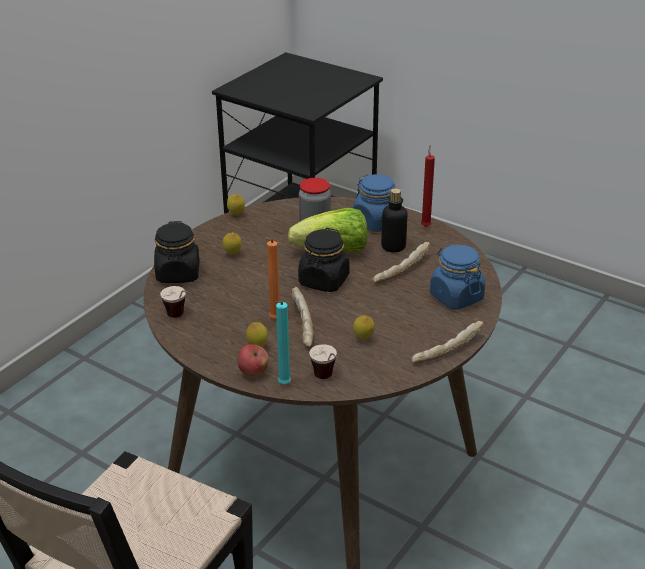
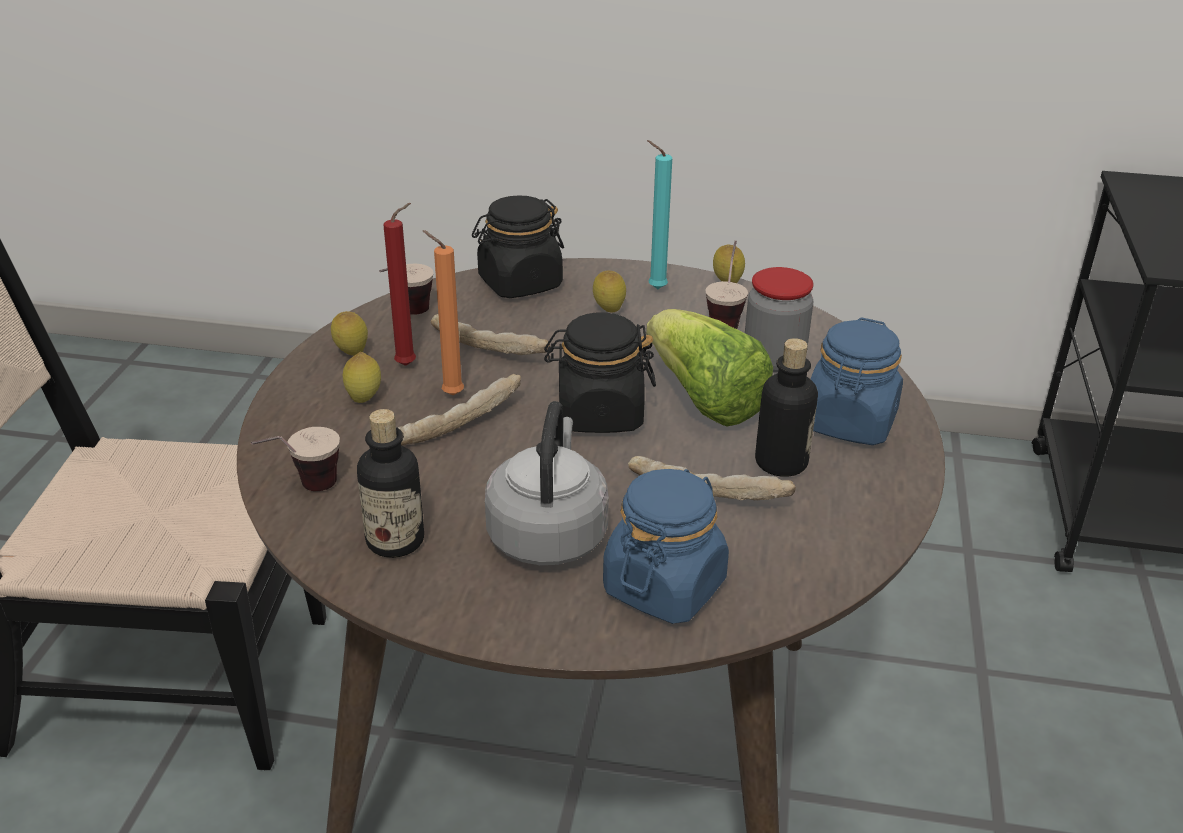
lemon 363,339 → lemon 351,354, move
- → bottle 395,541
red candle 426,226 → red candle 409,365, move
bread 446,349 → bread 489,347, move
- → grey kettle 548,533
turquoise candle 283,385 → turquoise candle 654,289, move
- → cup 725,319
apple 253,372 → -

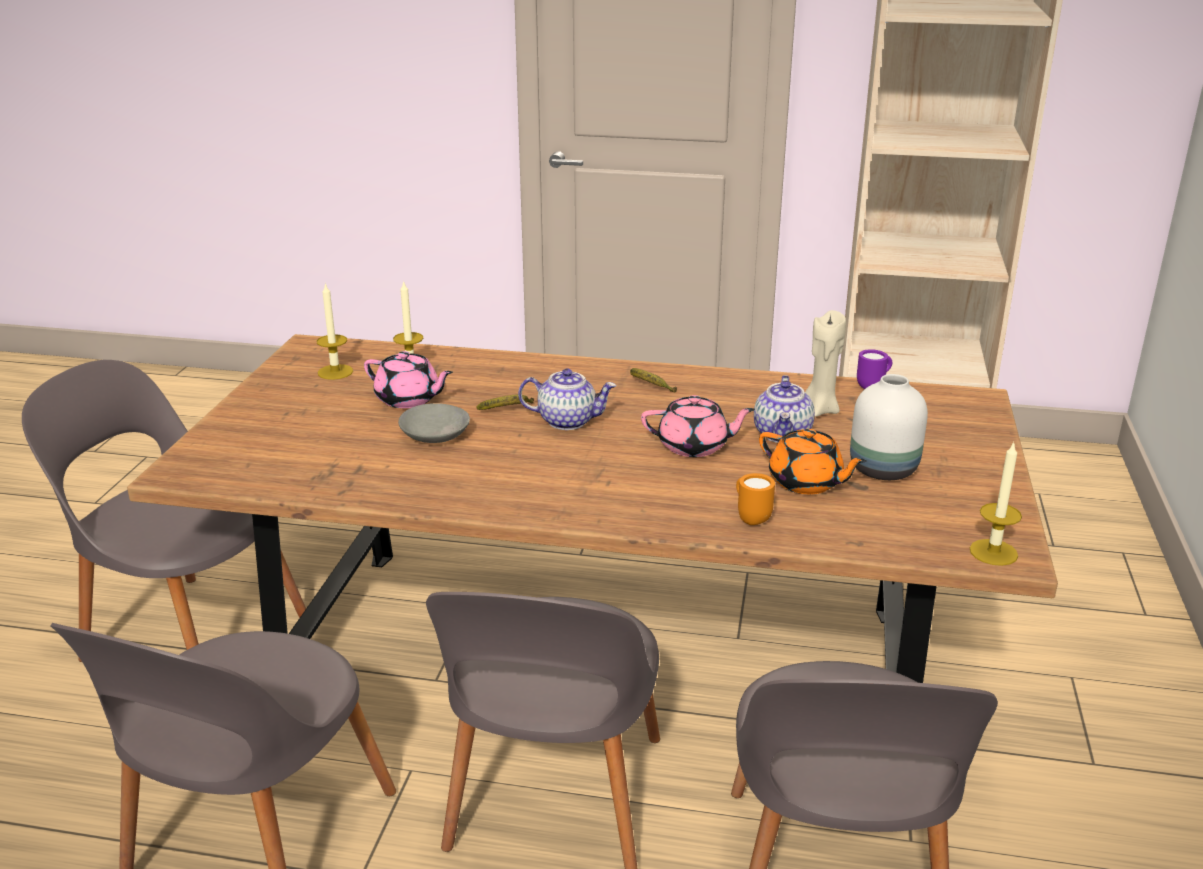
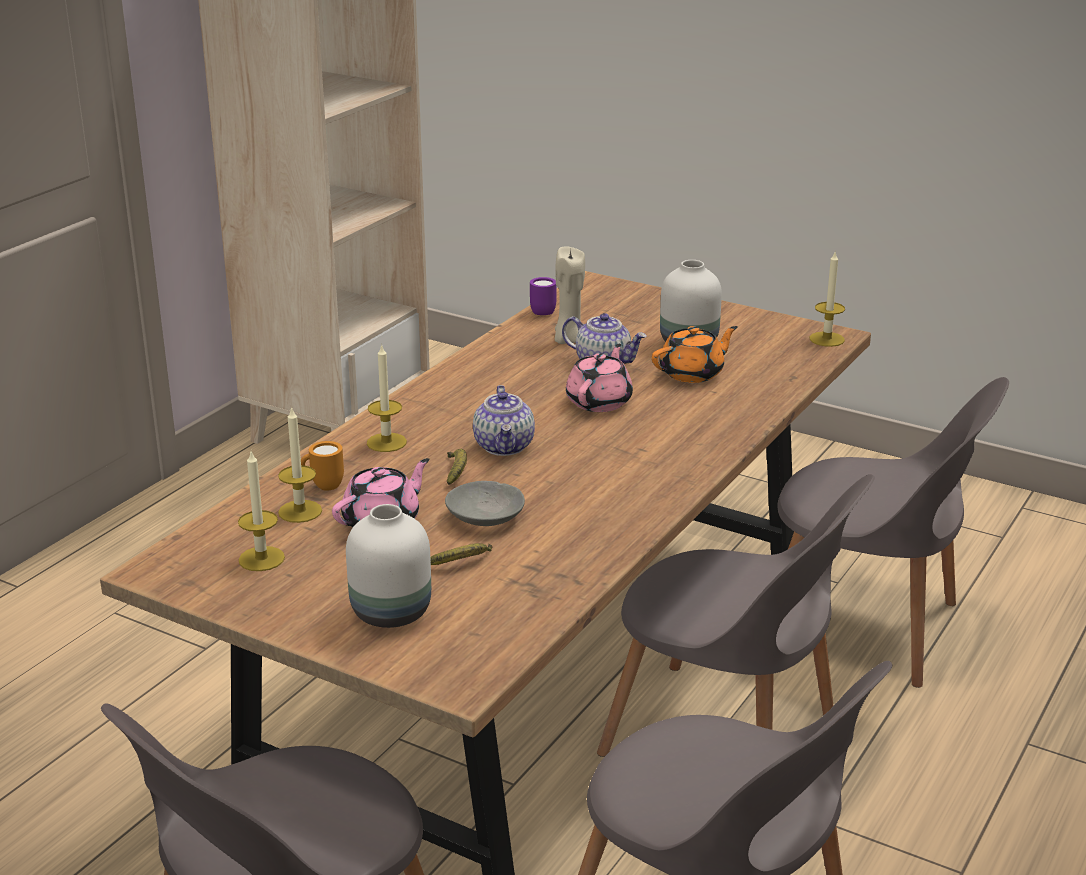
orange mug 750,518 → orange mug 323,486, move
- → white vase 393,612
- → candle 386,442
banana 650,386 → banana 463,563, move
teapot 568,421 → teapot 505,446, 150 degrees clockwise

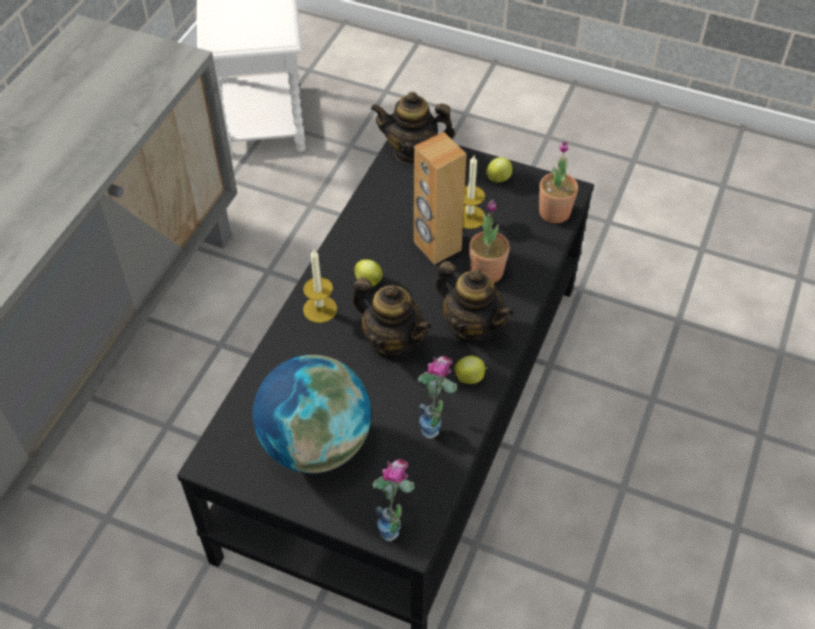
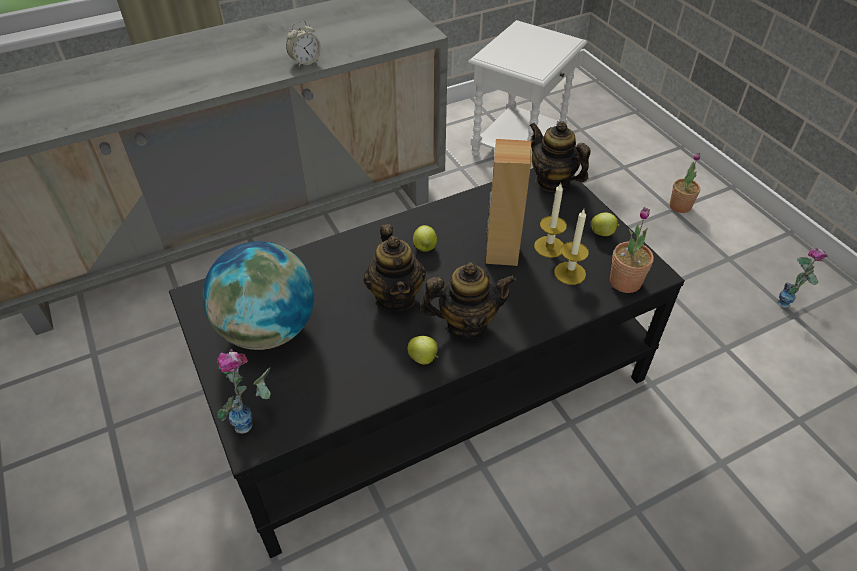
- → alarm clock 305,62
teapot 471,326 → teapot 466,323, 90 degrees counterclockwise
candle 320,309 → candle 570,273, move
potted plant 486,271 → potted plant 680,206, move
vase 436,421 → vase 790,301, move

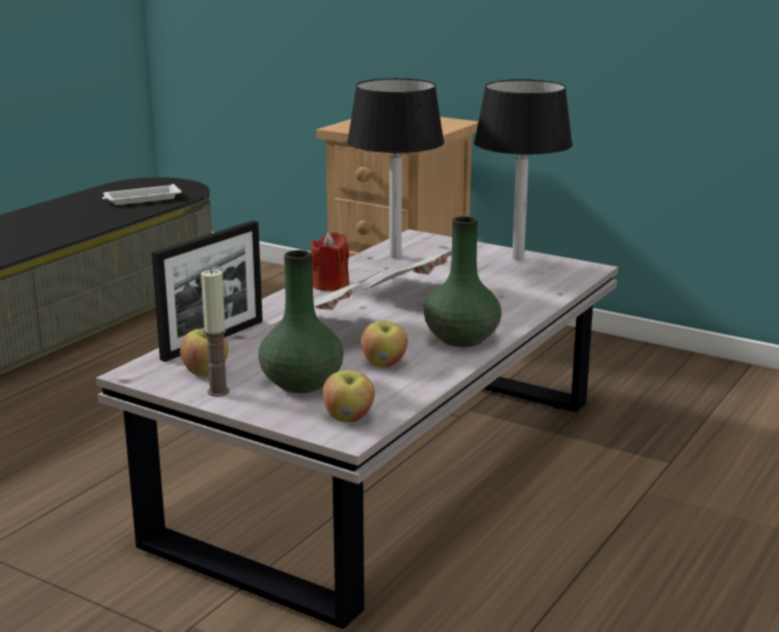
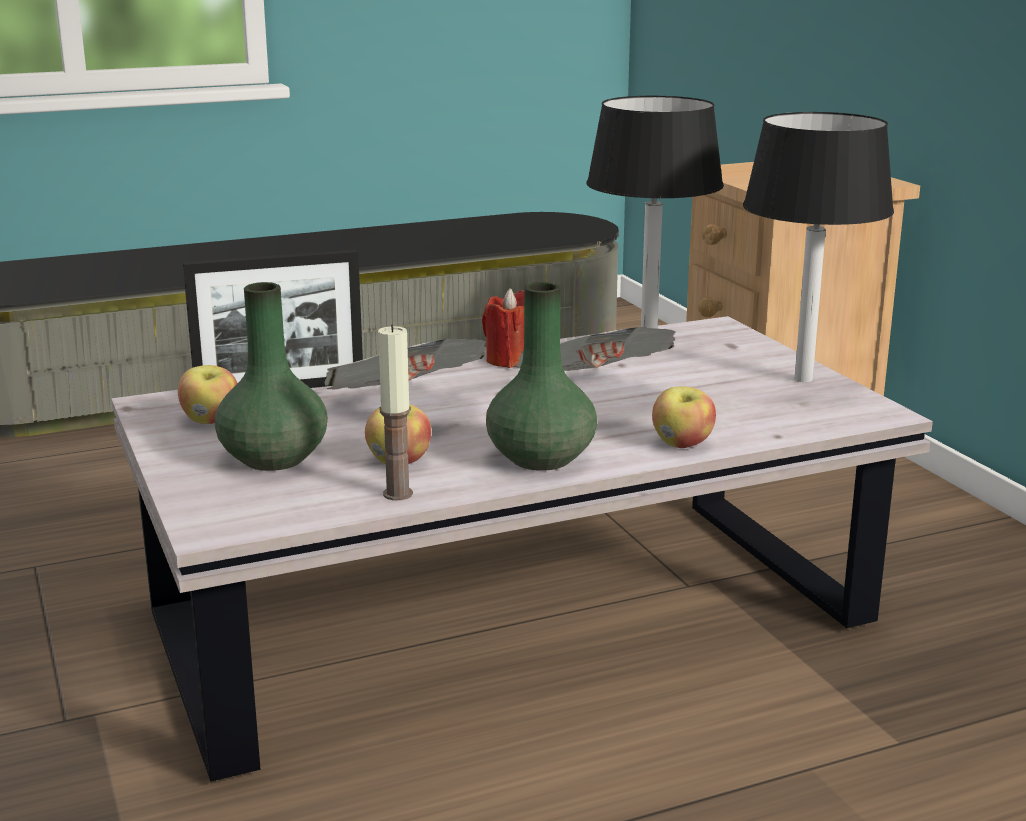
candle 218,391 → candle 397,494, move
apple 349,418 → apple 682,444, move
white tray 141,199 → -

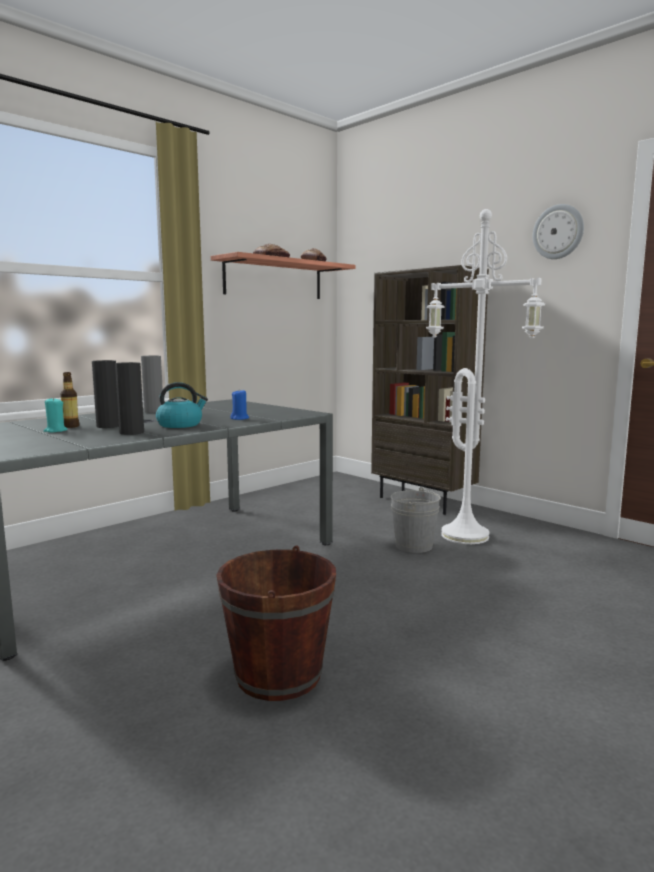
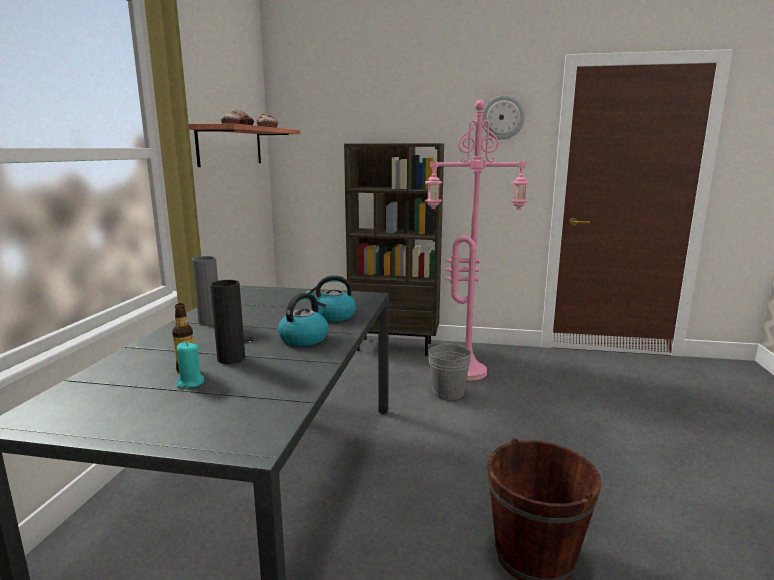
blue candle 240,418 → kettle 333,316
white floor lamp 468,535 → pink floor lamp 468,371
black vase 131,432 → -

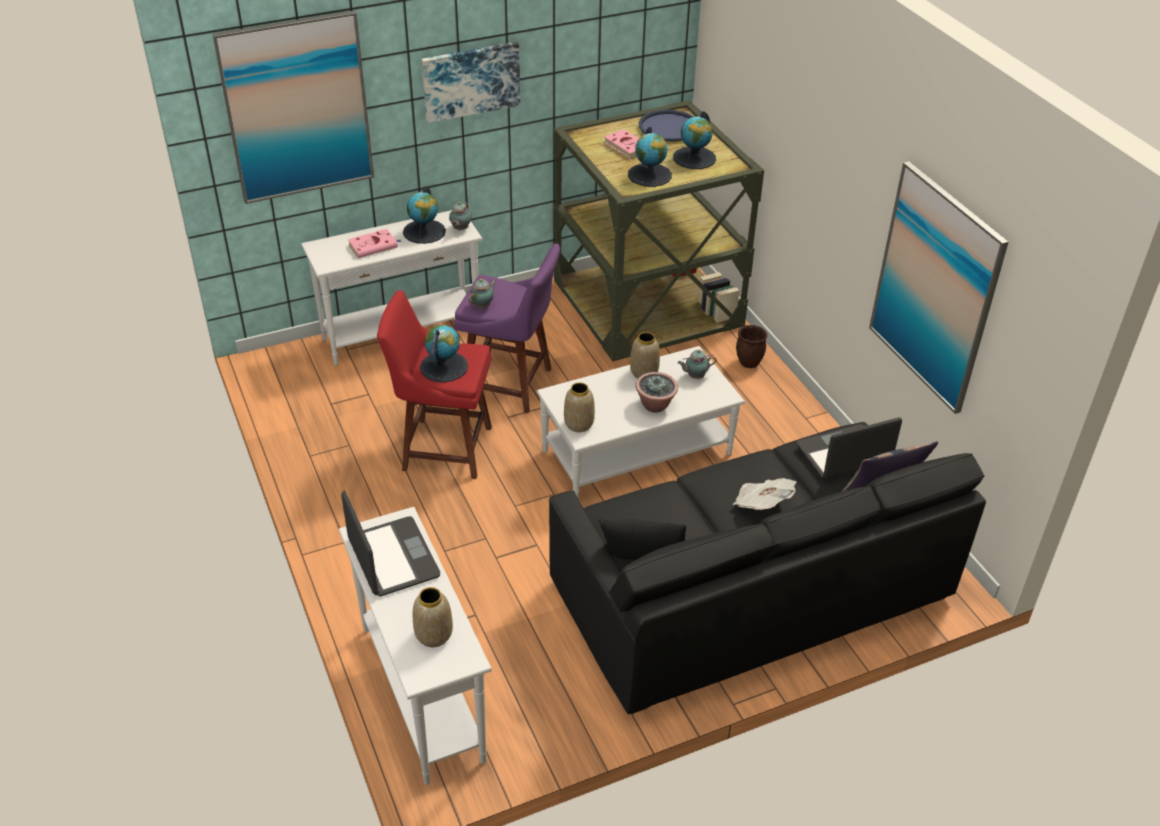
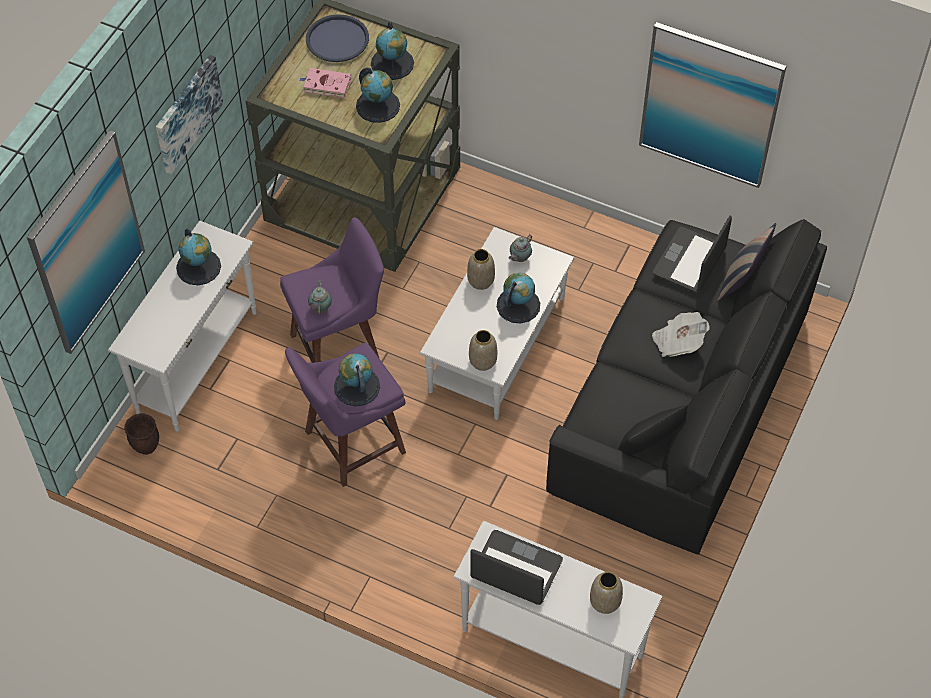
brown planter 749,363 → brown planter 146,446, move
red stool 442,447 → purple stool 350,444
potted plant 655,405 → globe 518,305
pink book 374,246 → -
teapot 460,229 → -

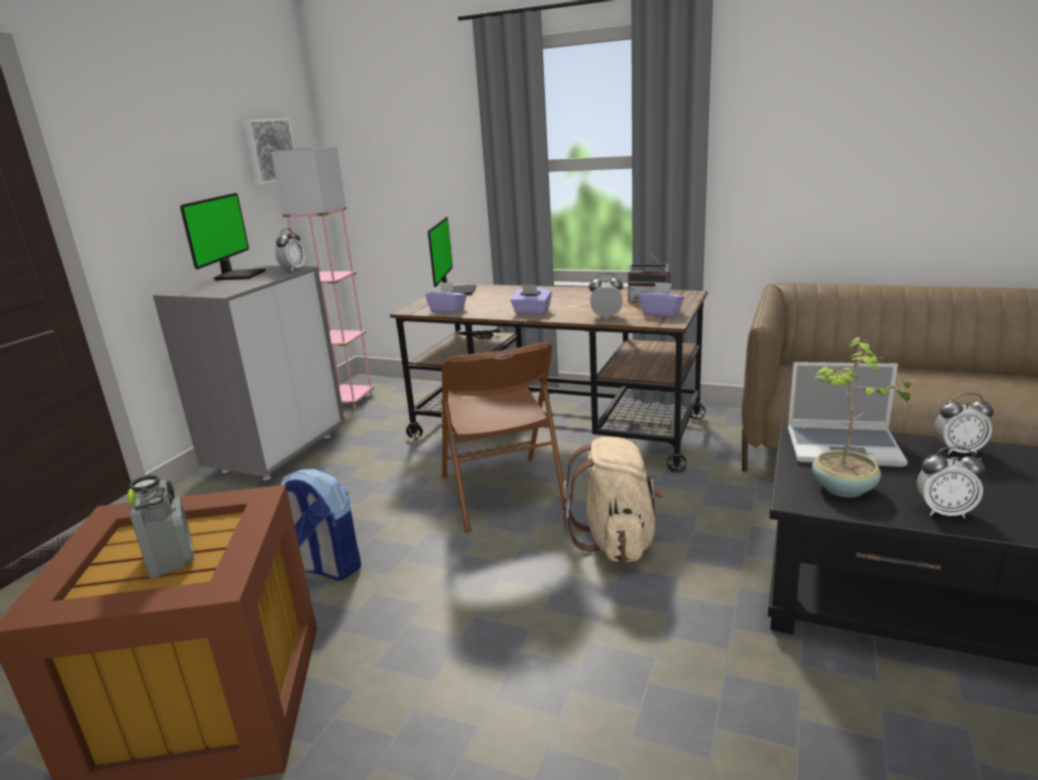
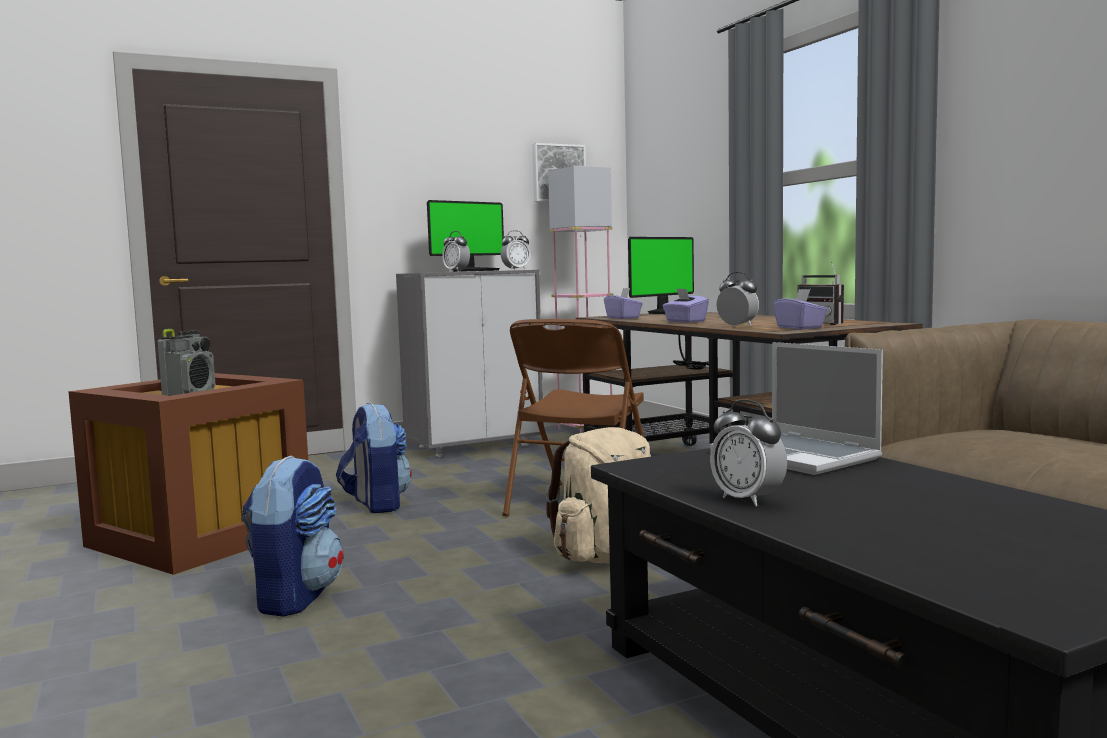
- → backpack 295,597
alarm clock 958,451 → alarm clock 456,271, move
potted plant 844,489 → -

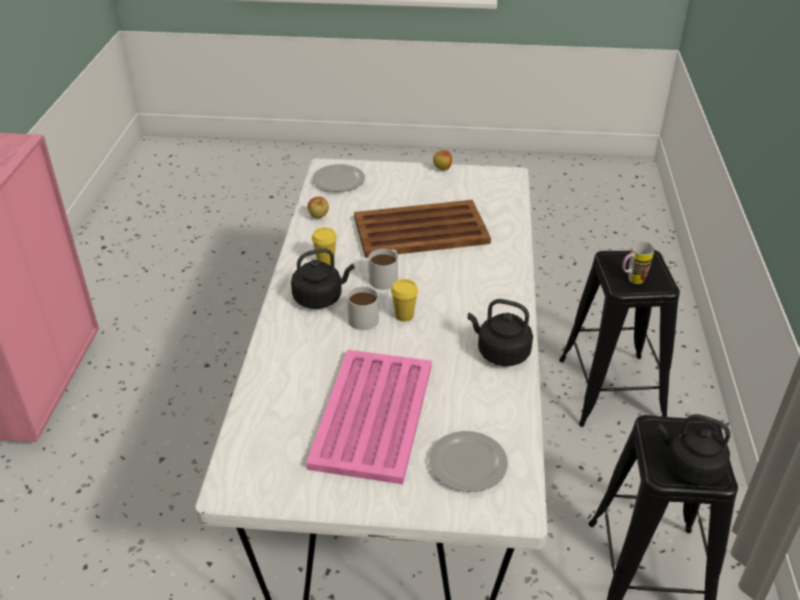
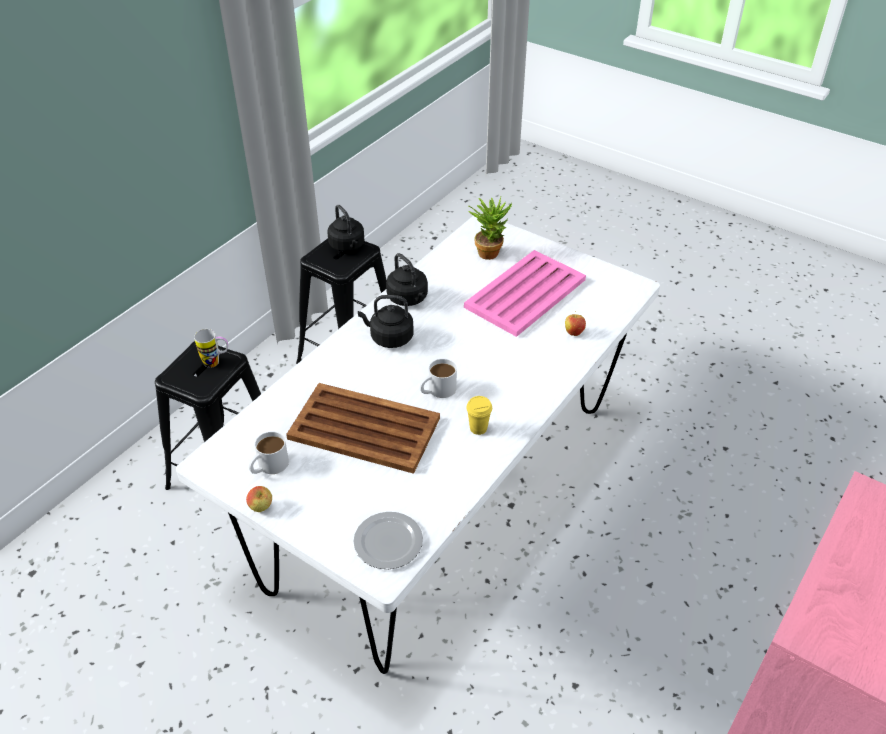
white mug 365,316 → white mug 268,466, move
black kettle 320,298 → black kettle 389,338, move
plate 466,463 → potted plant 490,251
apple 319,217 → apple 574,332, move
yellow cup 404,315 → -

